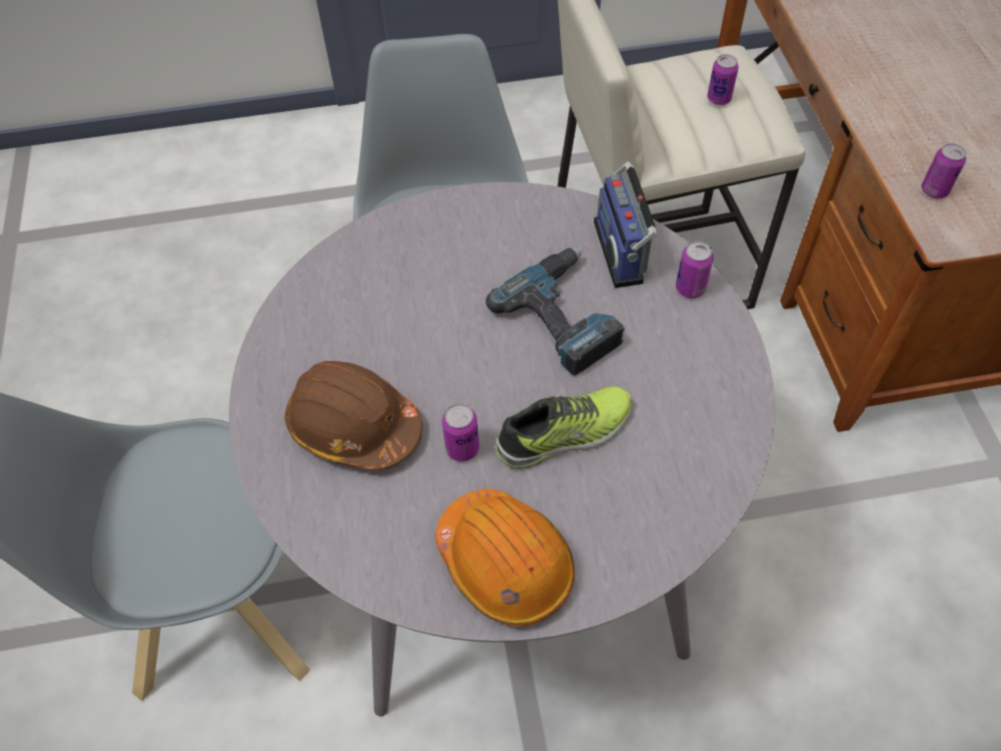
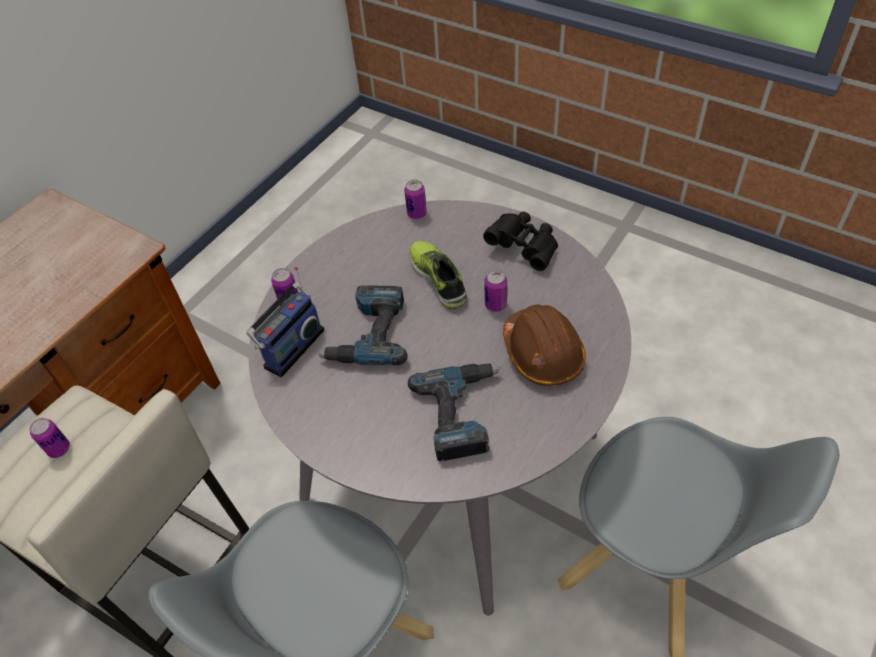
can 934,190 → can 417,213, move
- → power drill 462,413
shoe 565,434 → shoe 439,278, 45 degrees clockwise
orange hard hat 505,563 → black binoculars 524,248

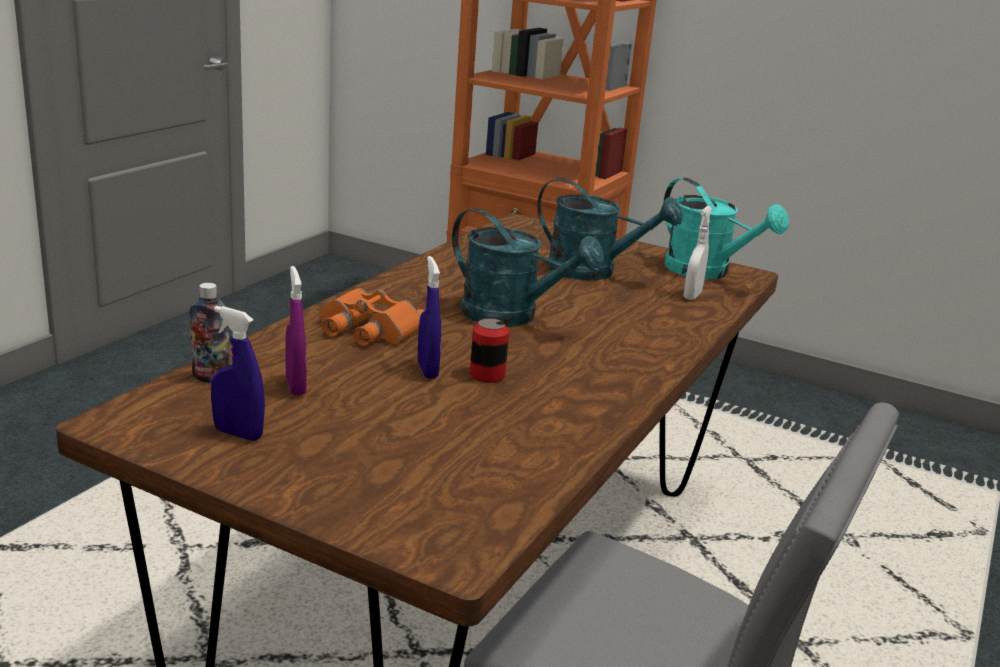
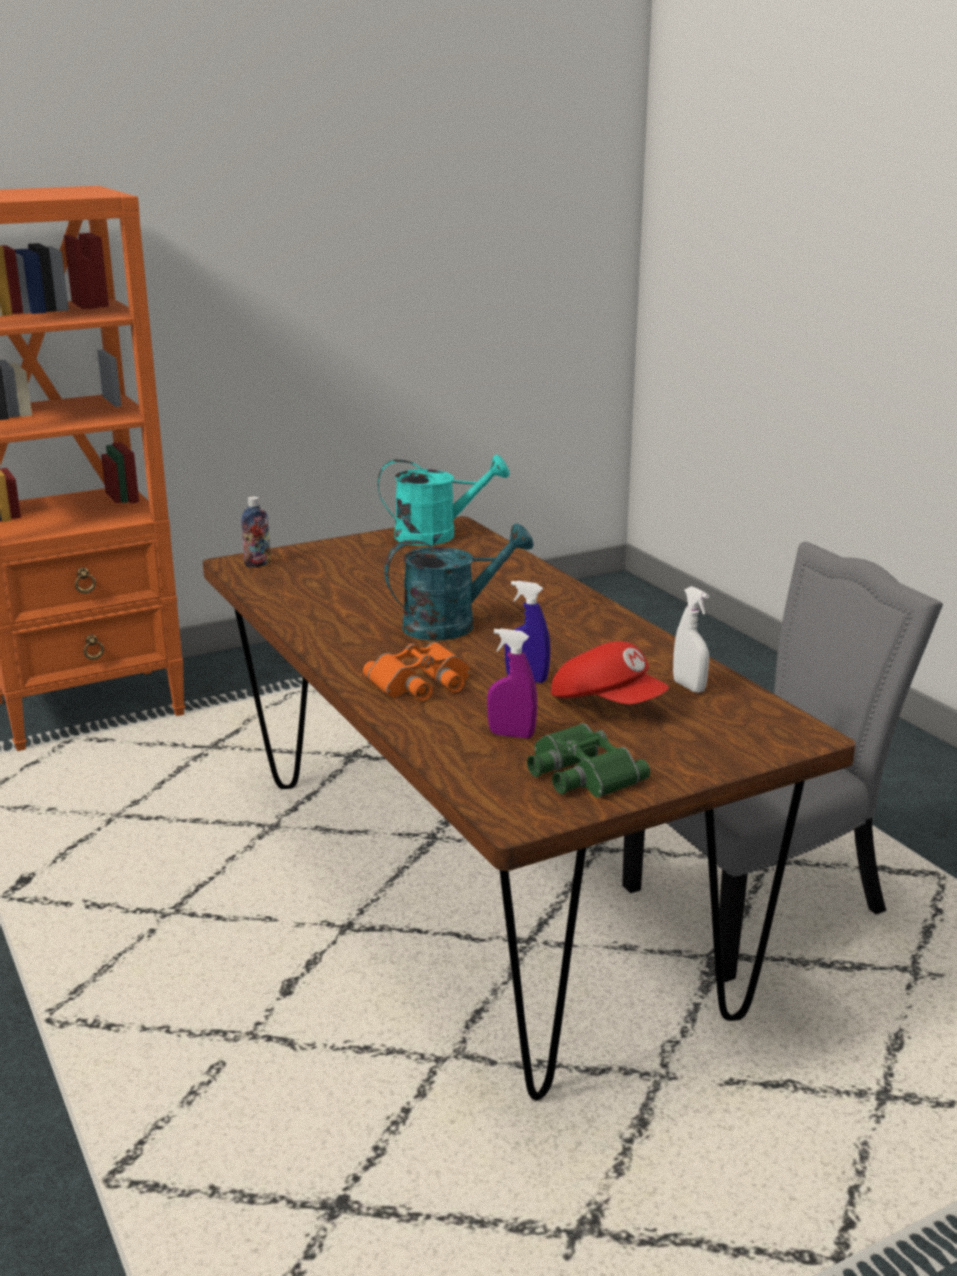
bottle 211,378 → bottle 257,564, move
blue spray bottle 238,434 → green binoculars 580,773
- → red cap 608,703
white spray bottle 692,295 → white spray bottle 689,687, move
can 487,375 → -
turquoise watering can 593,272 → -

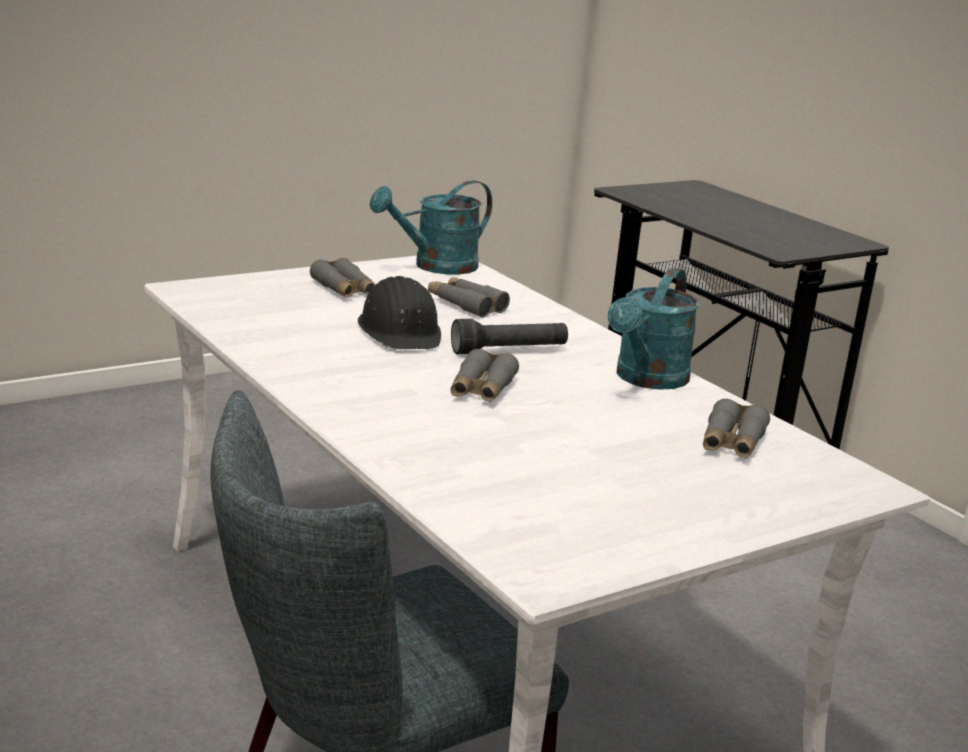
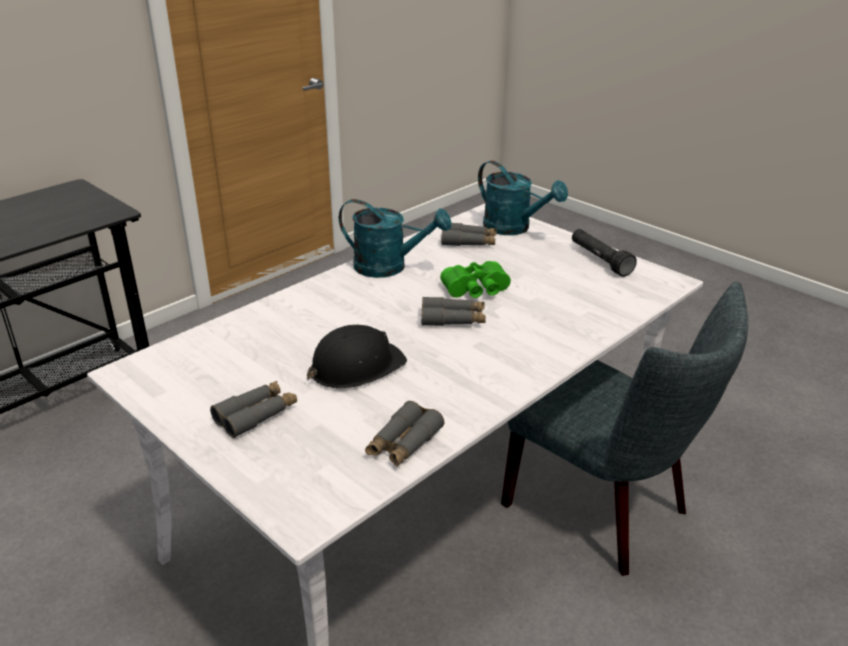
grey binoculars 466,305 → grey binoculars 403,443, move
- → green binoculars 477,291
turquoise watering can 435,267 → turquoise watering can 514,228, move
black flashlight 509,351 → black flashlight 600,260, move

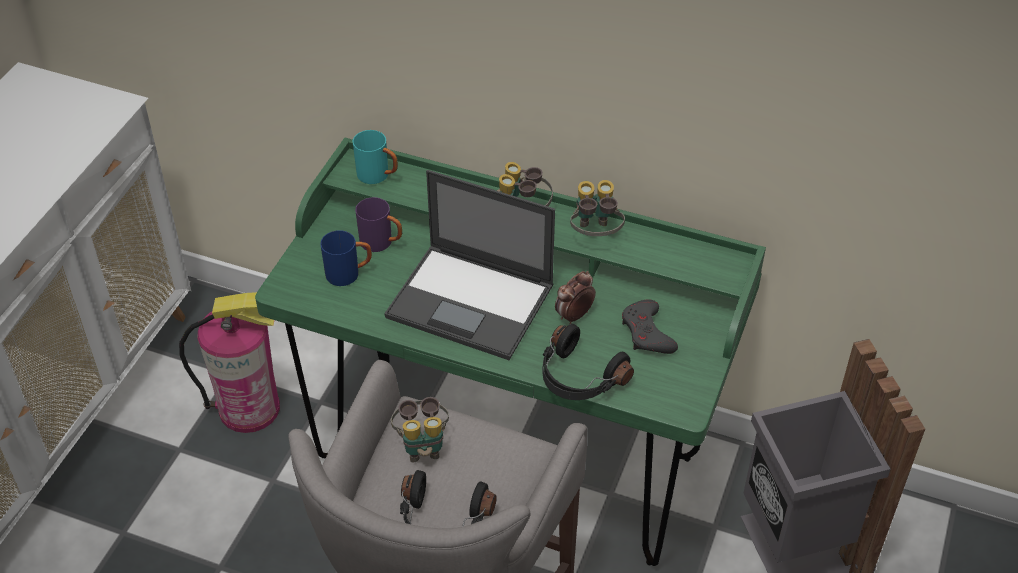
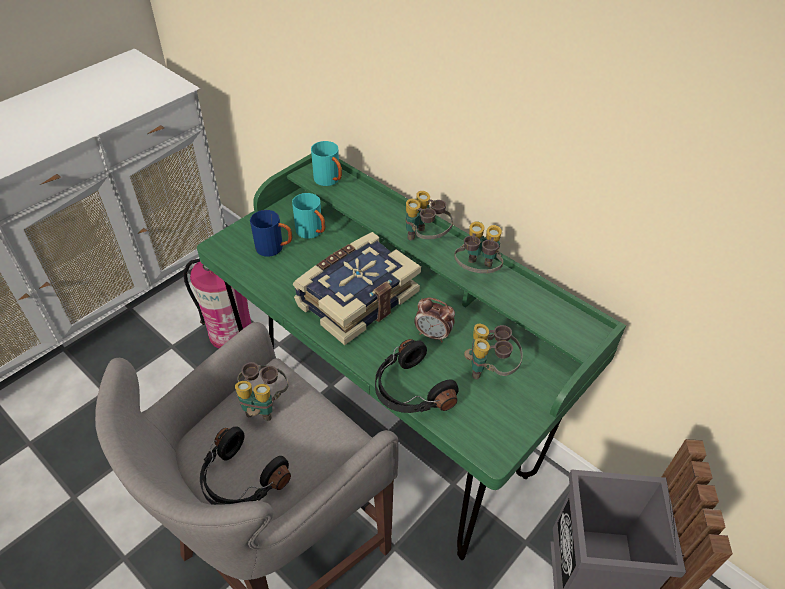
purple mug 382,243 → turquoise mug 312,233
laptop 472,302 → book 356,298
alarm clock 574,316 → alarm clock 433,335, 135 degrees counterclockwise
grey game controller 647,333 → binoculars 489,369

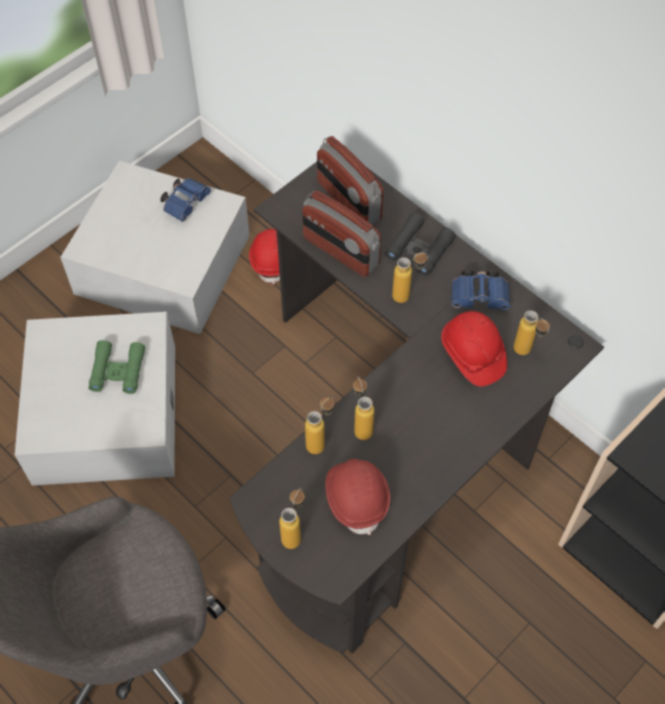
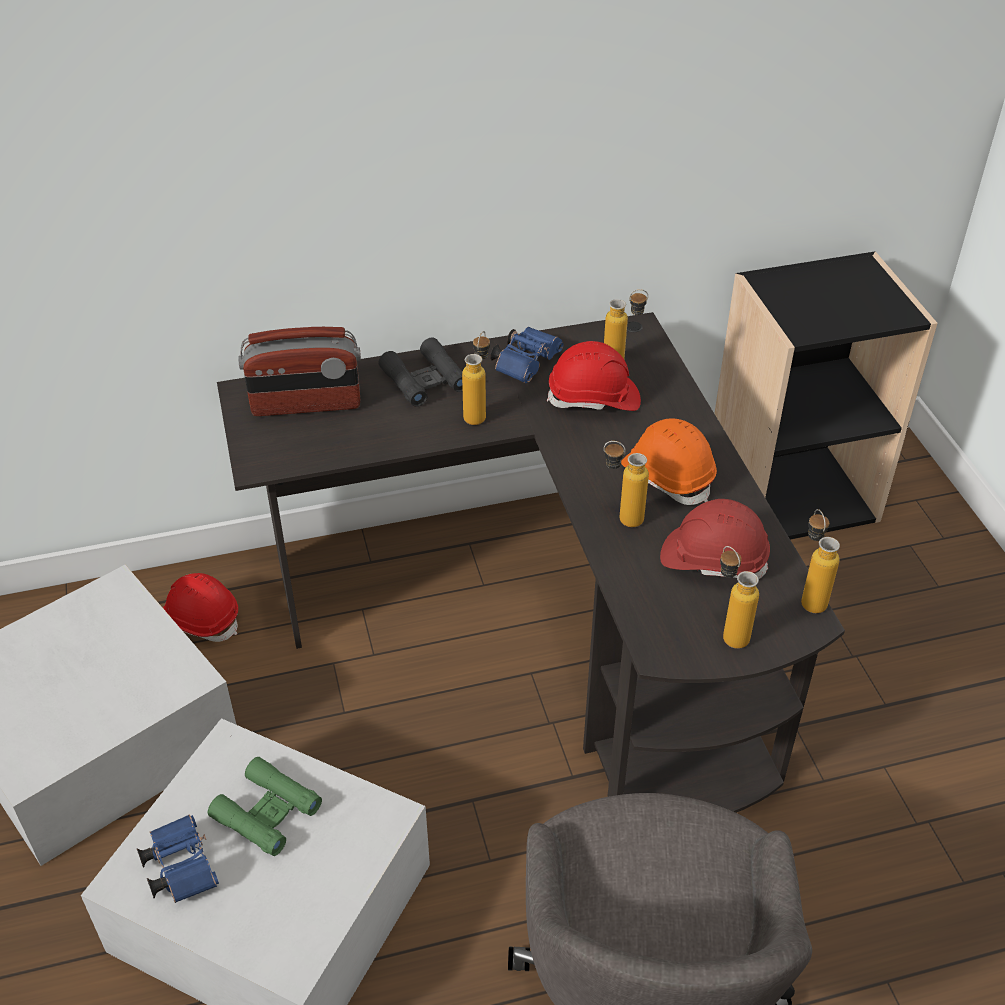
blue binoculars 186,203 → blue binoculars 180,866, move
- → orange hard hat 668,476
bottle 320,441 → bottle 809,597, move
radio 340,251 → -

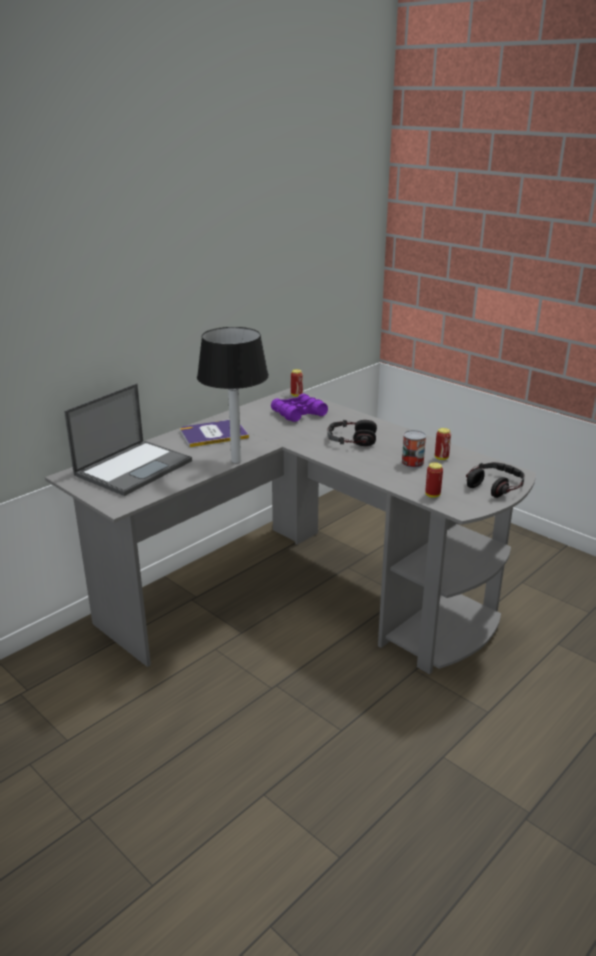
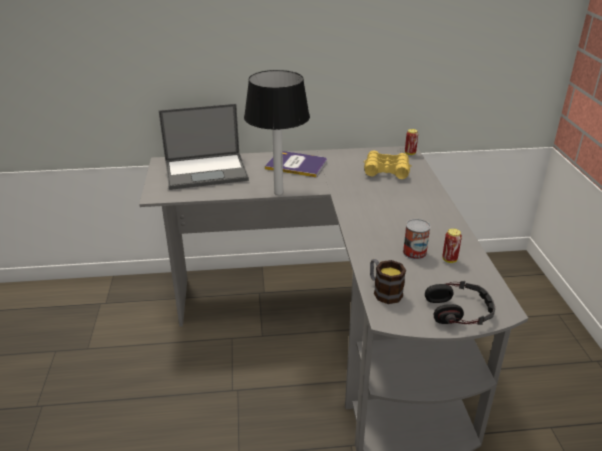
purple binoculars 298,414 → yellow binoculars 386,170
can 432,495 → mug 383,291
headphones 351,439 → -

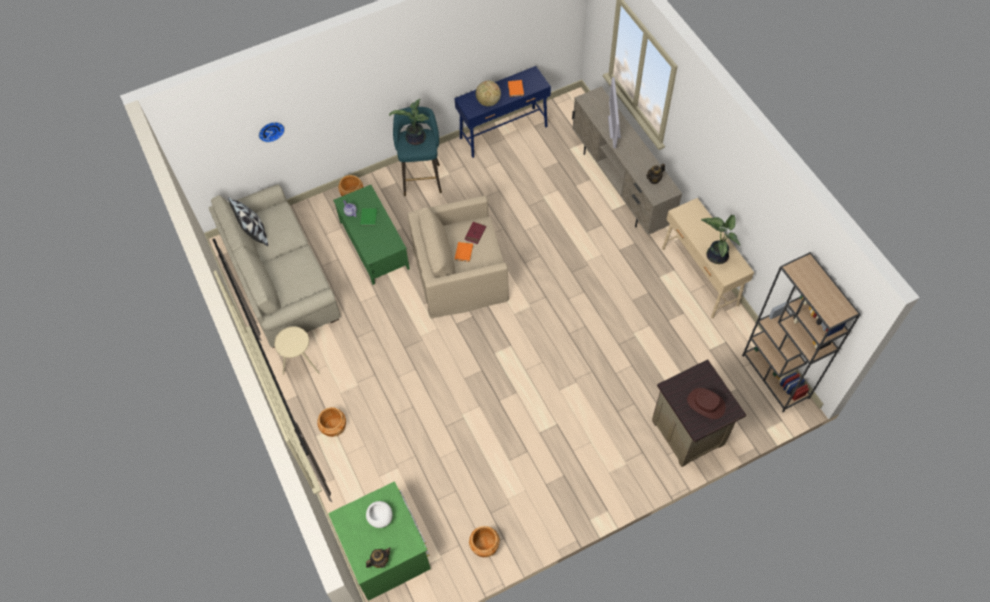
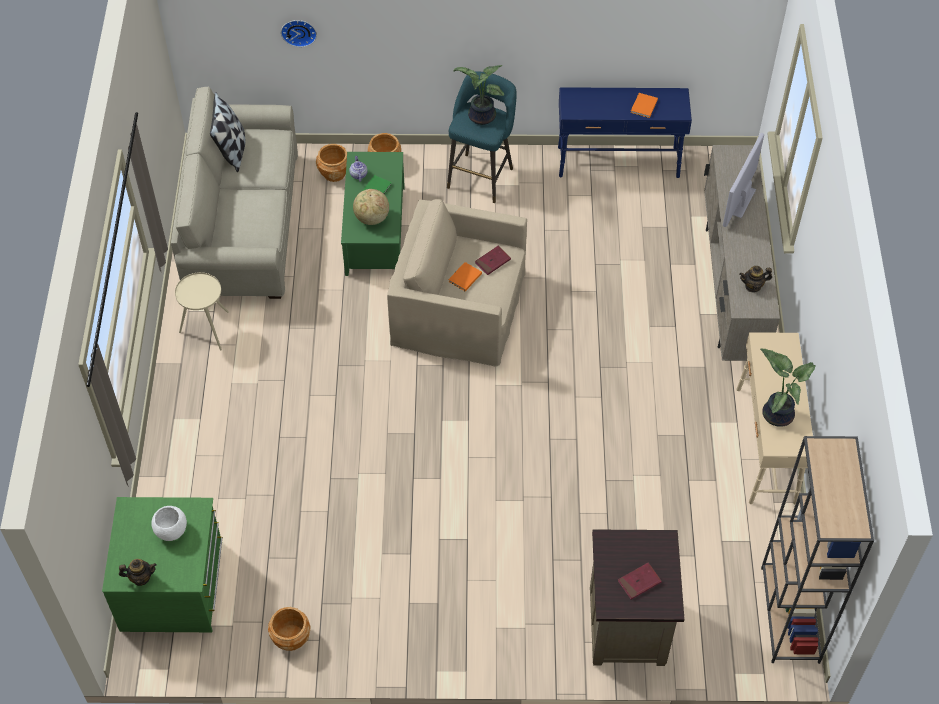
brown planter 334,427 → brown planter 334,173, move
globe 488,102 → globe 371,218, move
brown hat 706,404 → red book 639,582

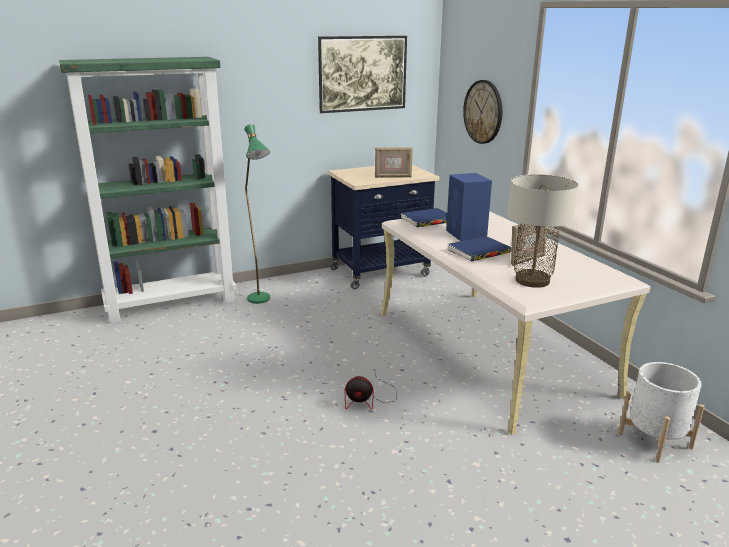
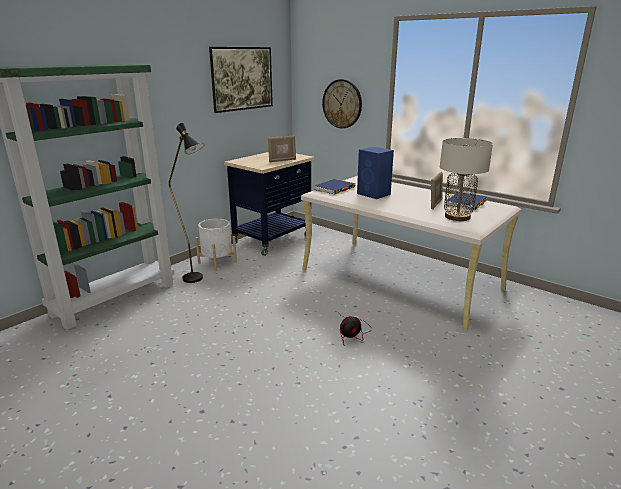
green floor lamp 262,302 → black floor lamp 198,280
white planter 655,440 → white planter 217,262, move
blue book 479,252 → blue book 466,203, move

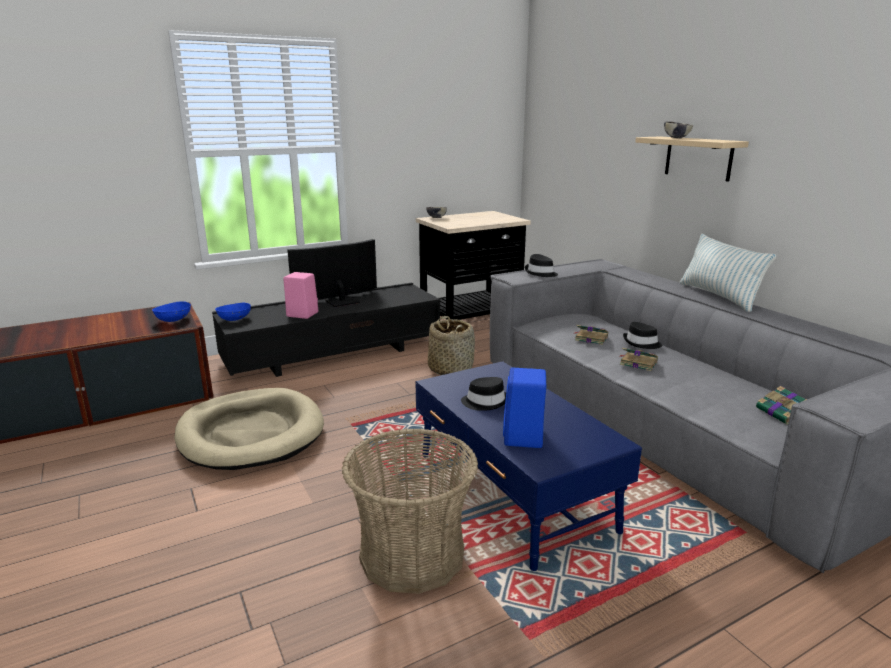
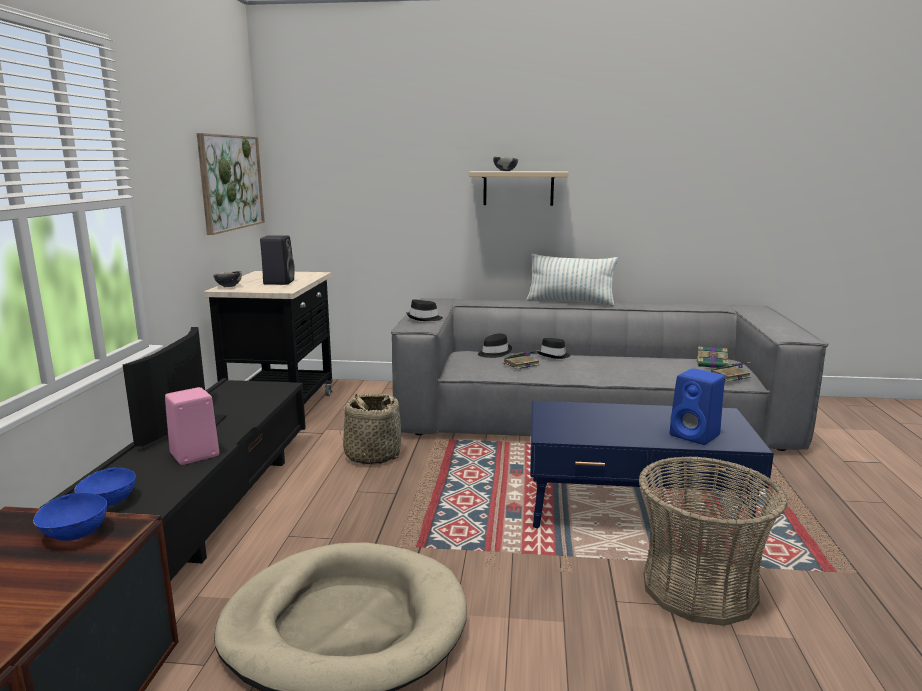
- → picture 231,182
- → black speaker 279,282
black hat 485,402 → black hat 494,353, move
book 637,363 → book 729,376, move

